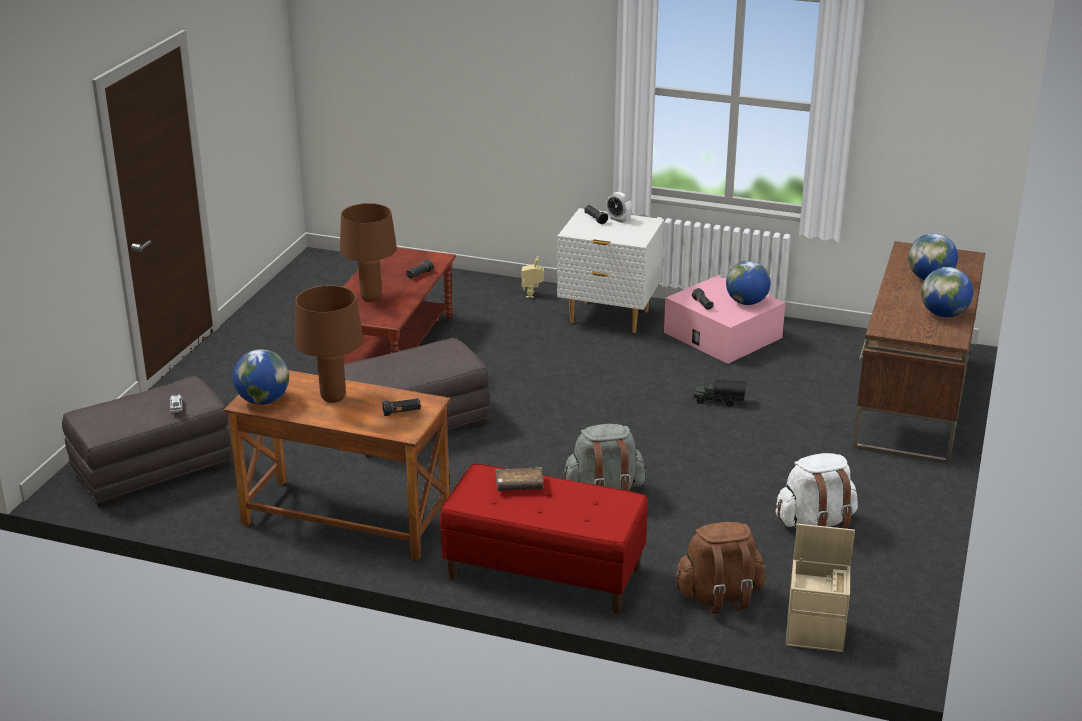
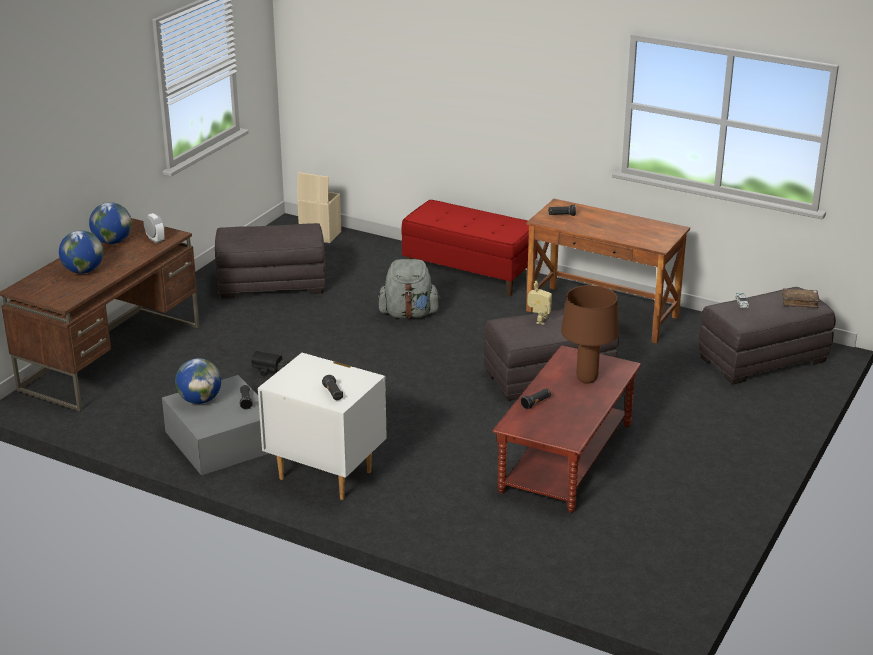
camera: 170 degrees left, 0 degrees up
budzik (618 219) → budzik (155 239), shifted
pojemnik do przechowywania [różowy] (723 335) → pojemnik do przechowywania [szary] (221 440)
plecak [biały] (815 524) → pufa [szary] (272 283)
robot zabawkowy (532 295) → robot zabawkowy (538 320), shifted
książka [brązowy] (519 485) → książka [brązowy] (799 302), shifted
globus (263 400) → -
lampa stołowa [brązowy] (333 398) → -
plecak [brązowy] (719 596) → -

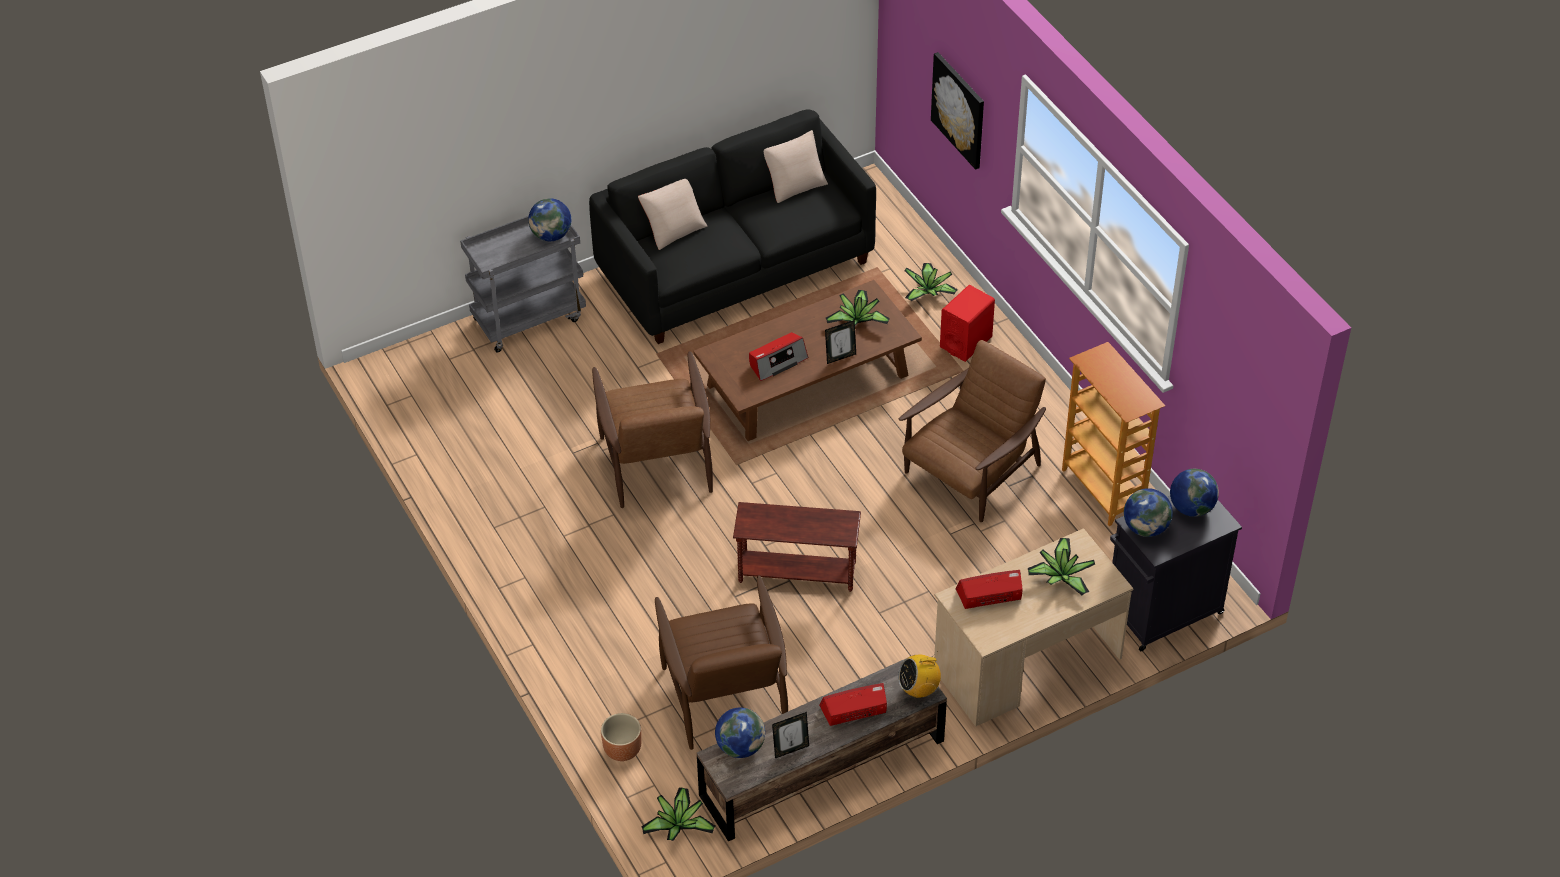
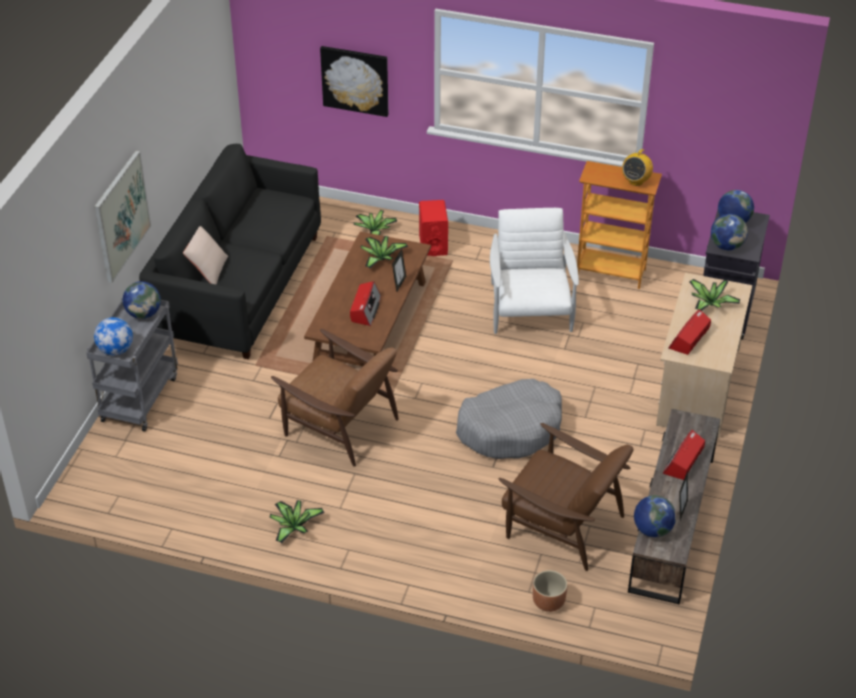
camera: 45 degrees left, 5 degrees down
- → obraz (121 216)
- → globus (115 350)
roślina doniczkowa (678 825) → roślina doniczkowa (293 526), shifted
stolik [brązowy] (797 573) → legowisko [szary] (510 429)
fotel [brązowy] (971 472) → fotel [biały] (530 309)
radio (919 689) → radio (636 181), shifted
poduszka [beżowy] (795 184) → -

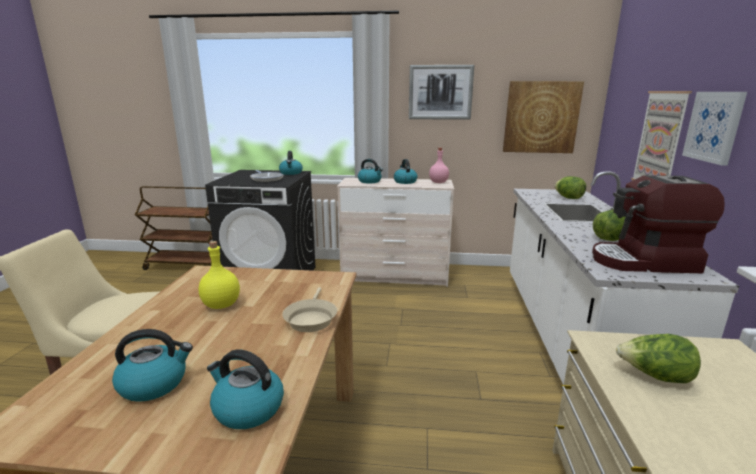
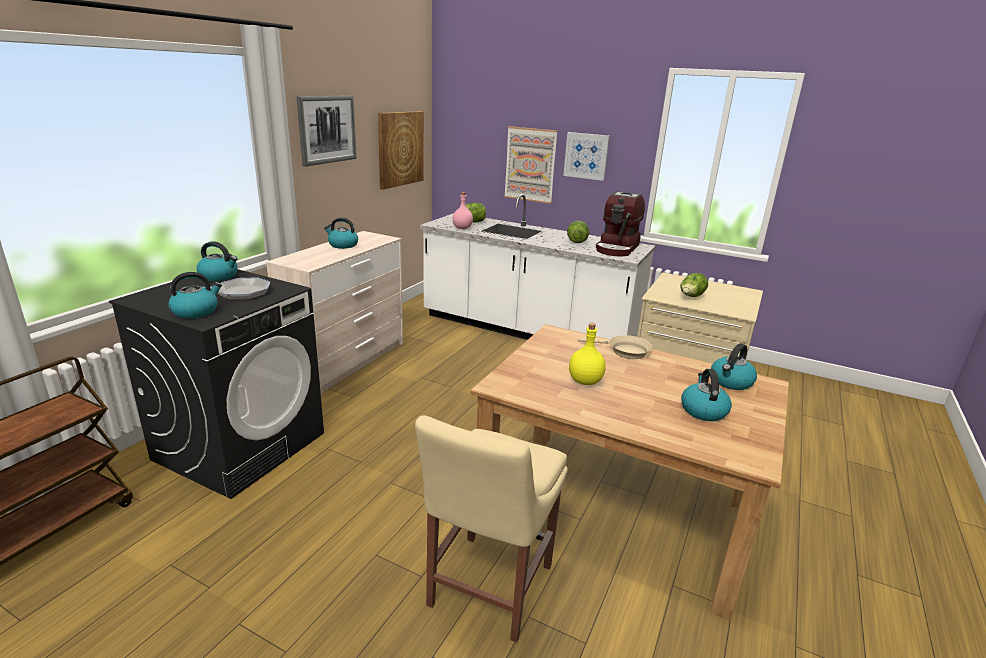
camera: 70 degrees left, 5 degrees up
czajnik (370 181) → czajnik (196 311), shifted
butelka [różowy] (438 182) → butelka [różowy] (462 228), shifted

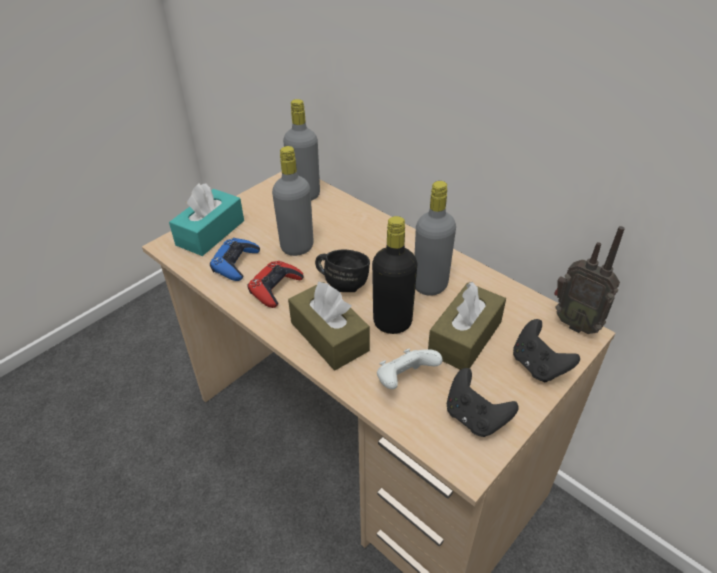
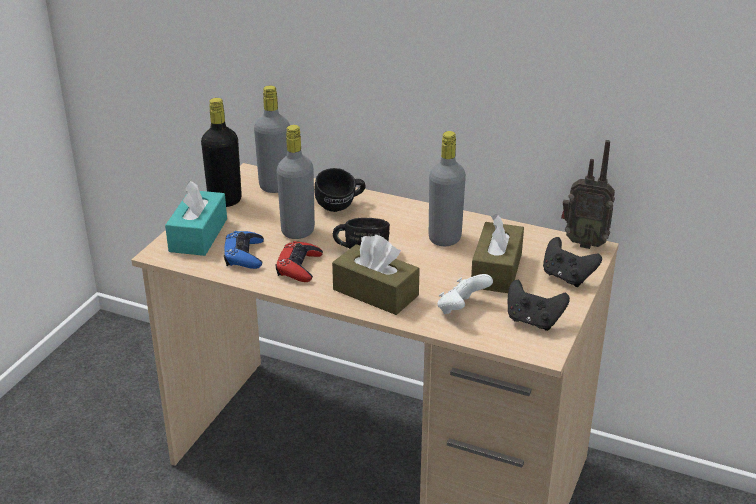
camera: 20 degrees left, 10 degrees down
butelka [czarny] (392 323) → butelka [czarny] (225 201), shifted
- → kubek [czarny] (341 207)

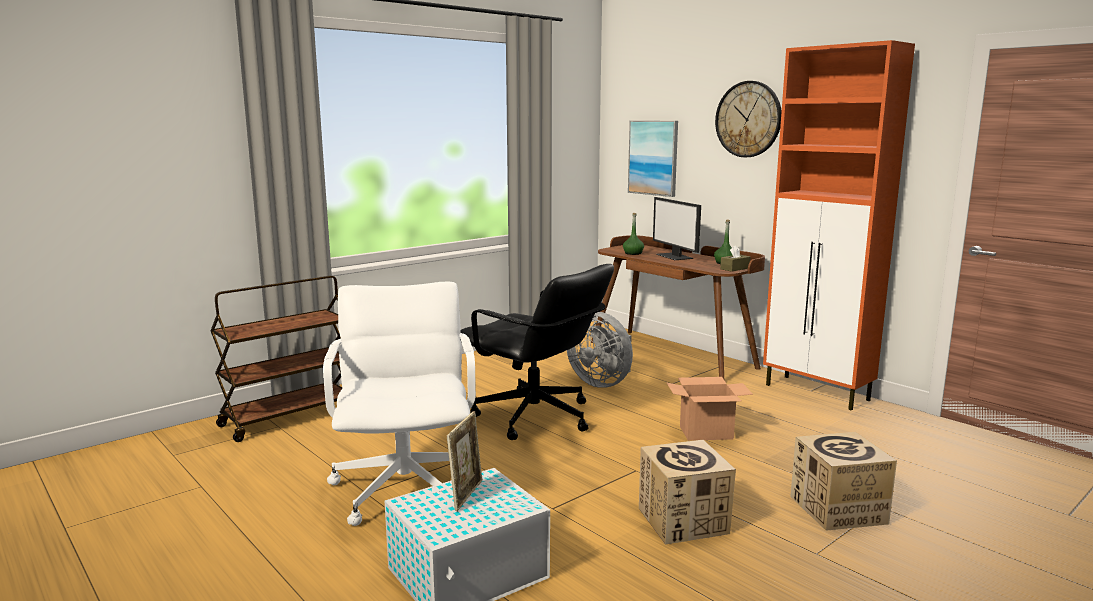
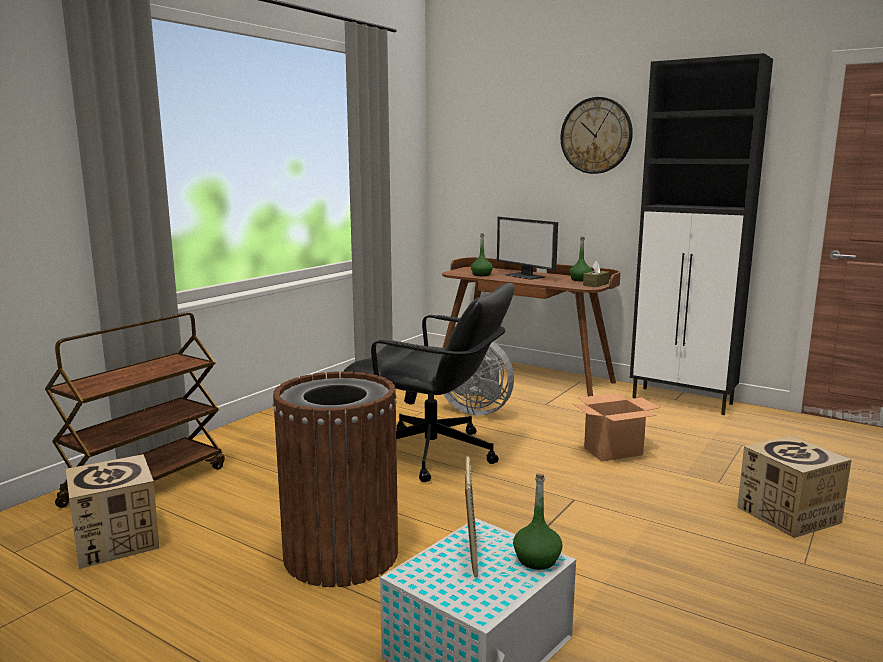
camera: 15 degrees left, 0 degrees up
karton (683 521) → karton (117 541), shifted
krzesło biurowe [biały] (406 488) → kosz na śmieci [brązowy] (341 553)
- → butelka [zielony] (537 559)
szafka [pomarańczowy] (817 393) → szafka [czarny] (683 401)
obraz (653 157) → -

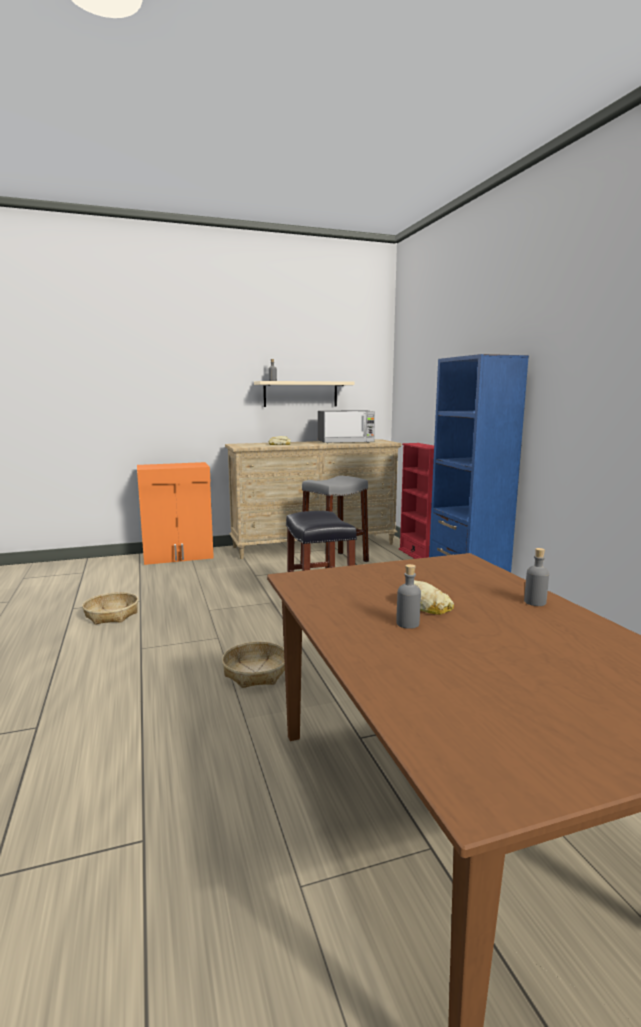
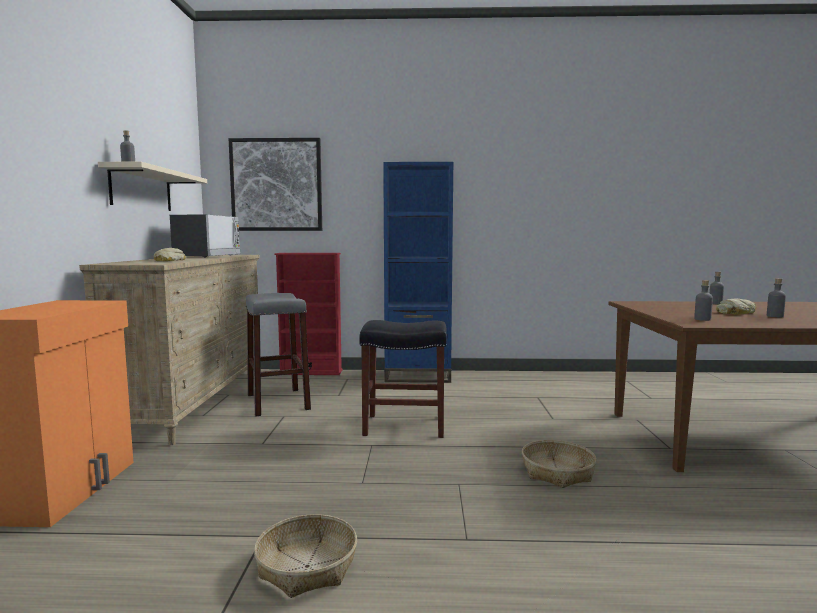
camera: 70 degrees left, 5 degrees down
- → obraz (276 185)
- → butelka [szary] (702 319)

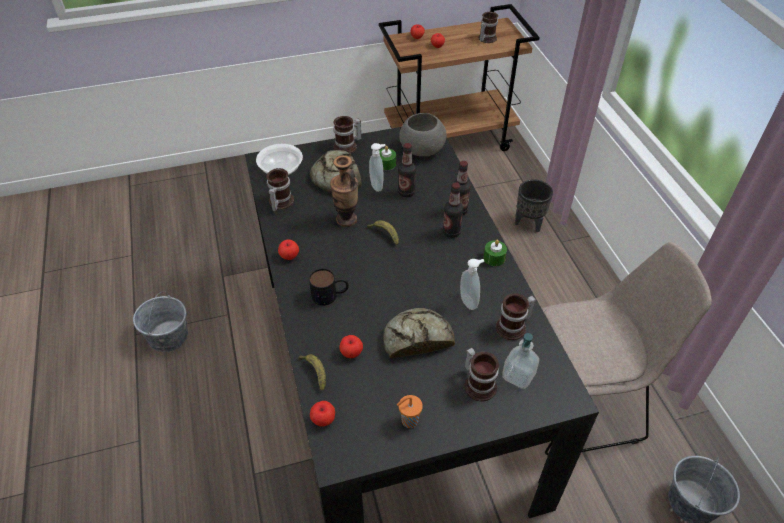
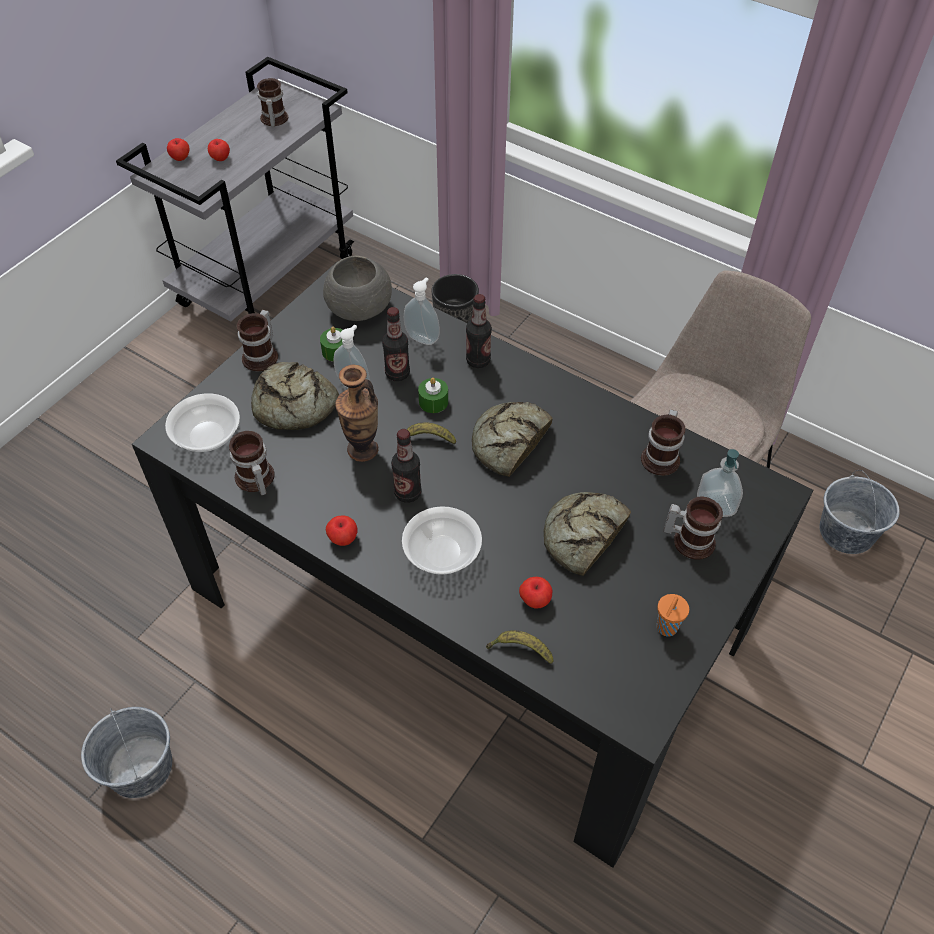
camera: 40 degrees left, 5 degrees up
wózek [brązowy] (450 140) → wózek [szary] (268 279)
butelka (451 232) → butelka (407 493), shifted
kubek (330 295) → miska (442 552)
dozownik mydła (469 301) → dozownik mydła (423 338), shifted
świeca [zielony] (494 258) → świeca [zielony] (433 402), shifted
- → chleb (509 442)
jabłko (323 419) → -

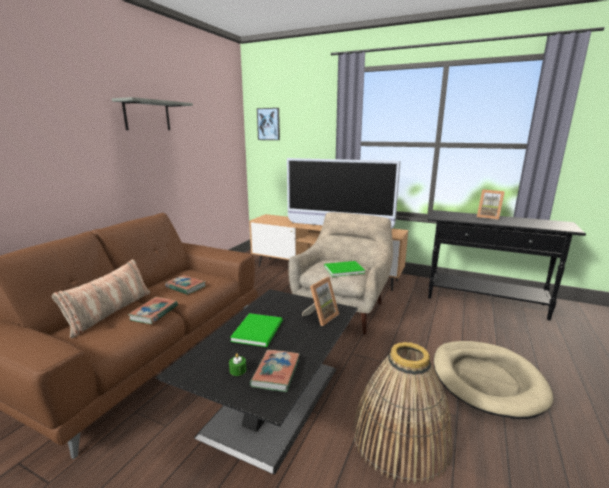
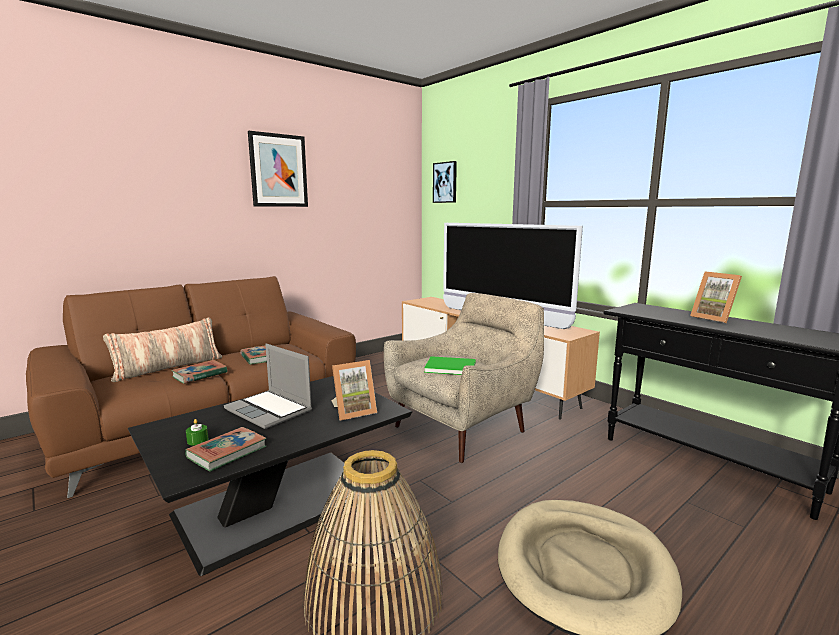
camera: 25 degrees right, 5 degrees down
książka [zielony] (259 330) → laptop (270 410)
półka [szary] (147 115) → obraz (278 170)

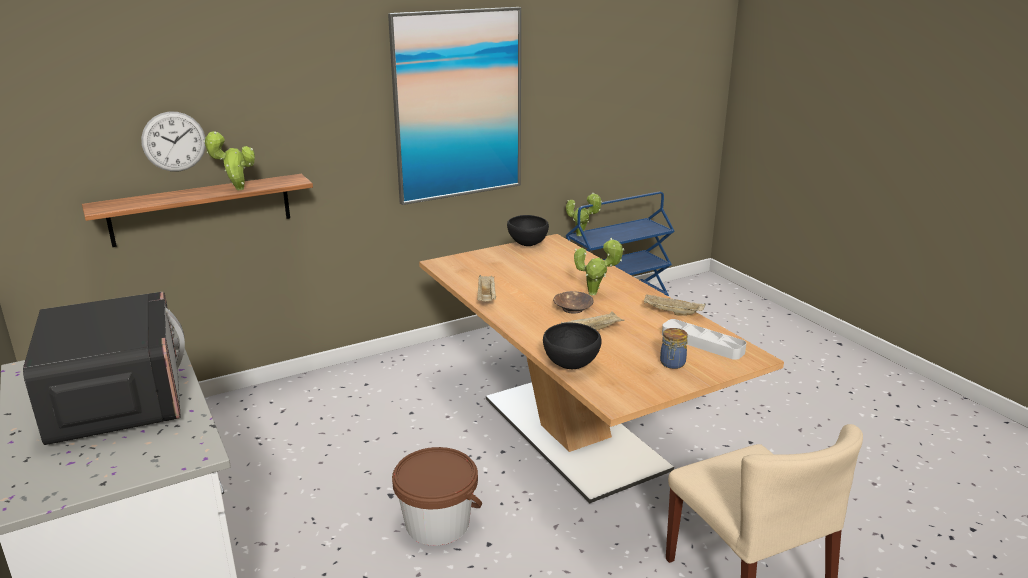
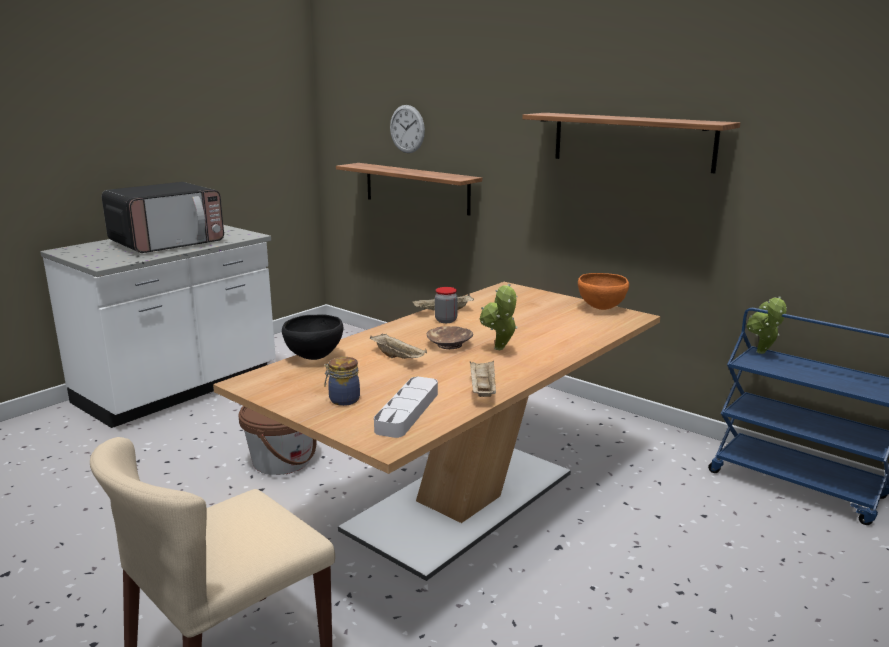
camera: 70 degrees right, 5 degrees down
- → słoik (446 320)
obraz (458 105) → półka (632 141)
miska [czarny] (527 245) → miska [pomarańczowy] (601 309)
roślina doniczkowa (236 189) → -

